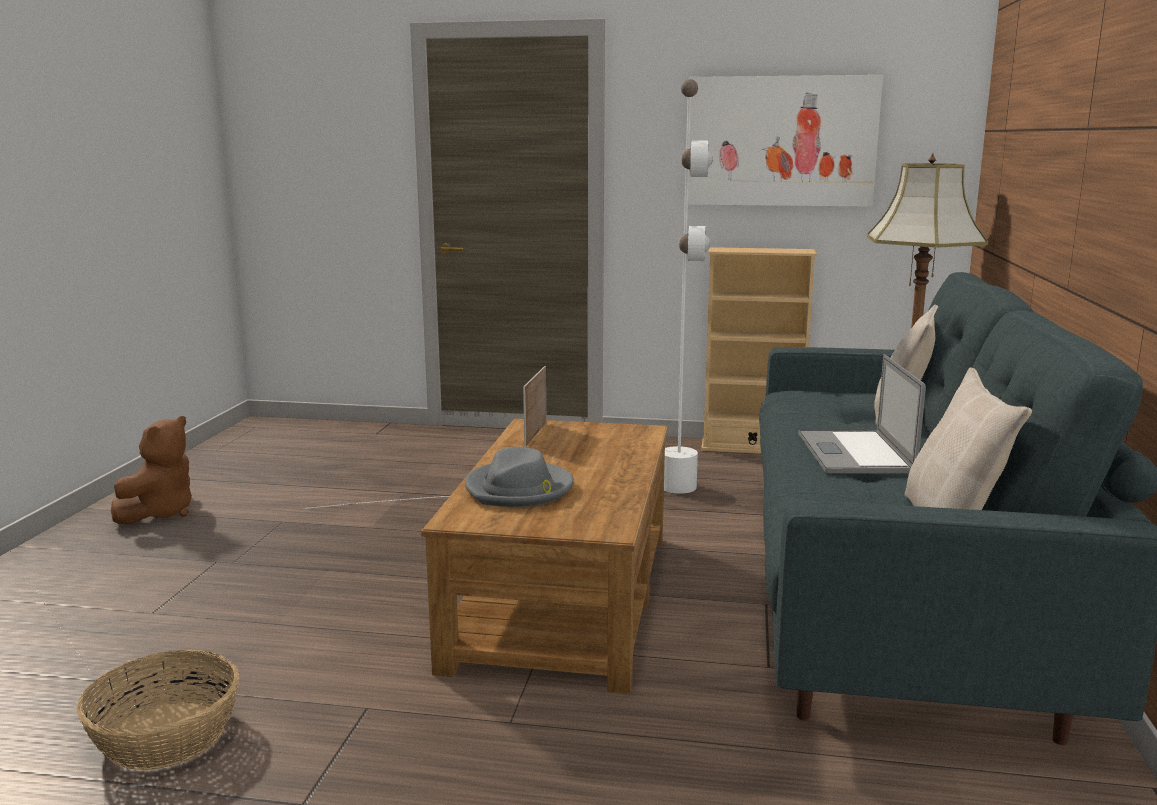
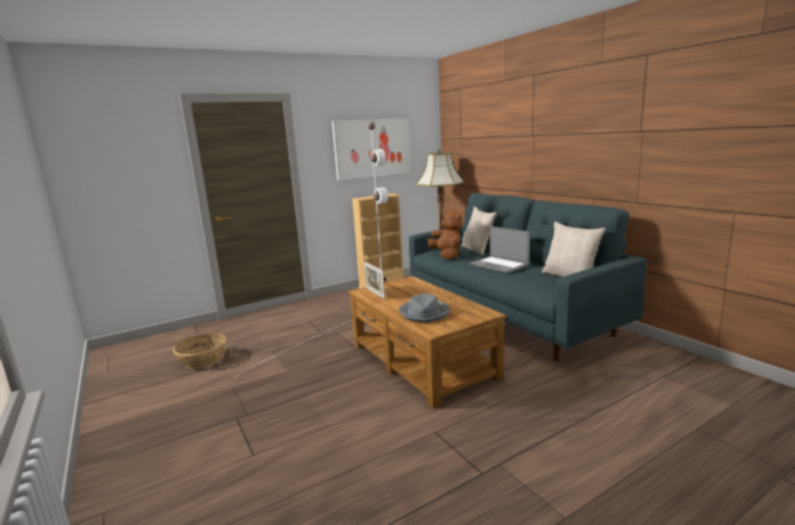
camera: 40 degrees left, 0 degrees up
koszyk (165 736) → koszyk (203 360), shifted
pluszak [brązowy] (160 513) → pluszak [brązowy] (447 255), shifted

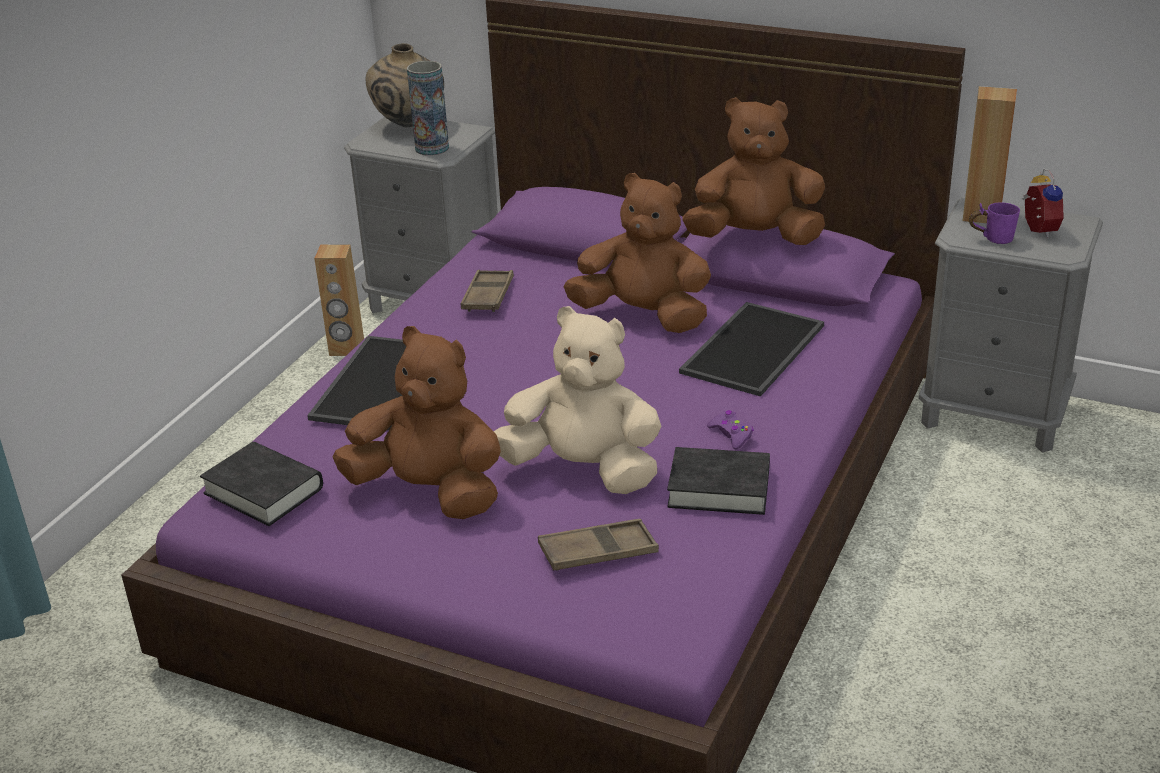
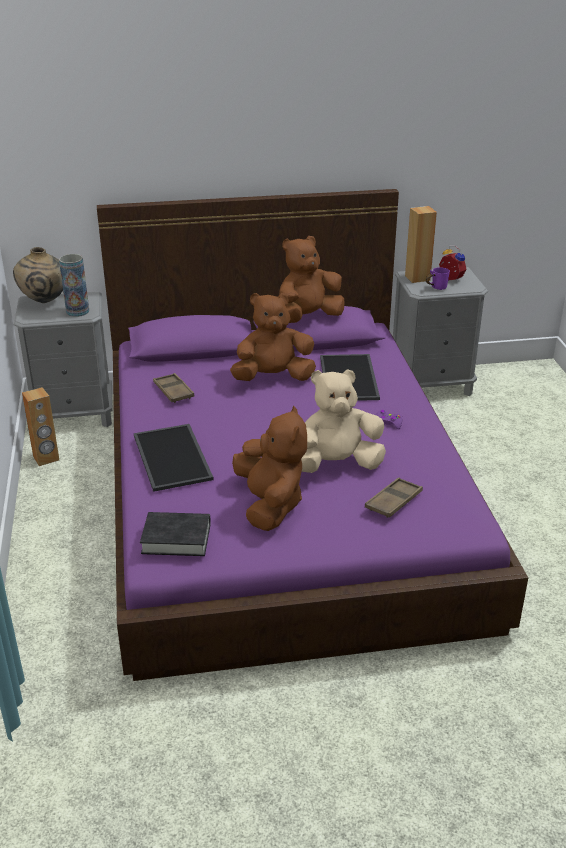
camera: 35 degrees left, 0 degrees up
pluszak [brązowy] (429 492) → pluszak [brązowy] (270 505), 90 degrees clockwise
książka [czarny] (719 488) → -

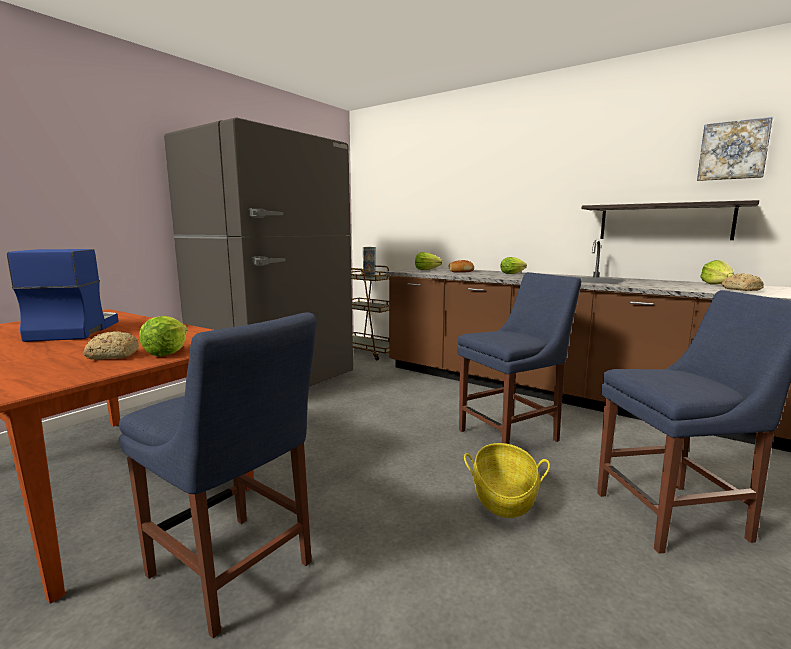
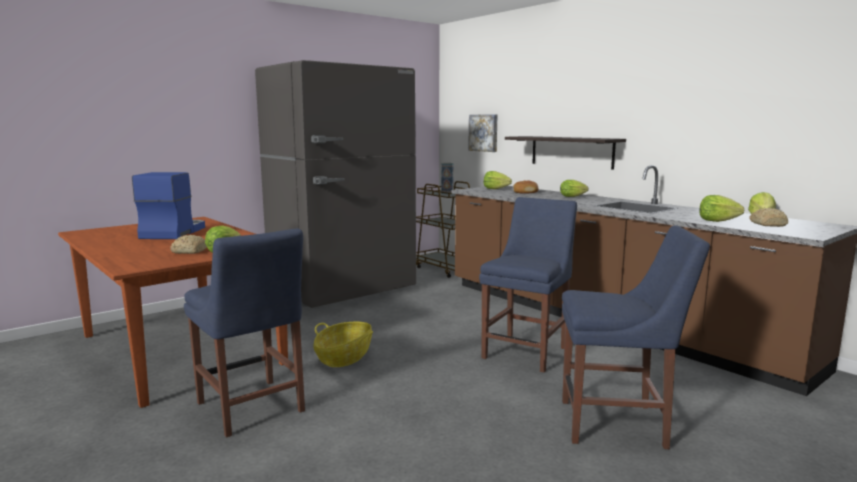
camera: 15 degrees right, 0 degrees up
koszyk (504 498) → koszyk (344 357), shifted
obraz (733 151) → obraz (484 133), shifted
krzesło [niebieski] (512 434) → krzesło [niebieski] (527 351), 45 degrees counterclockwise
półka (664 222) → półka (571 151), shifted
- → sałata (717 221)

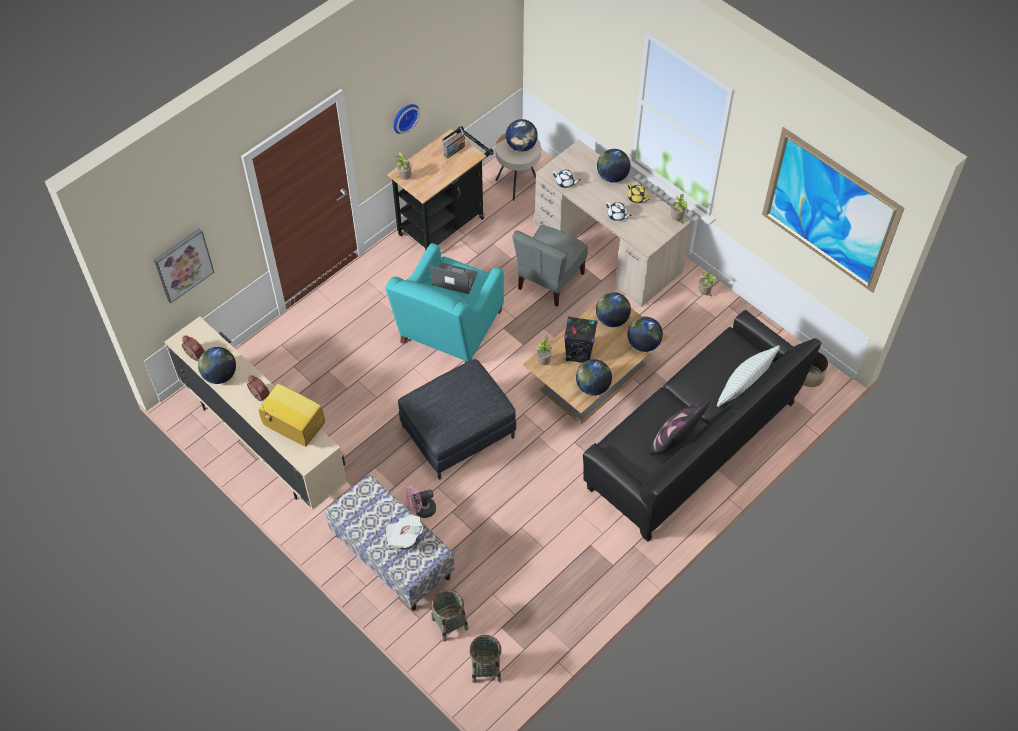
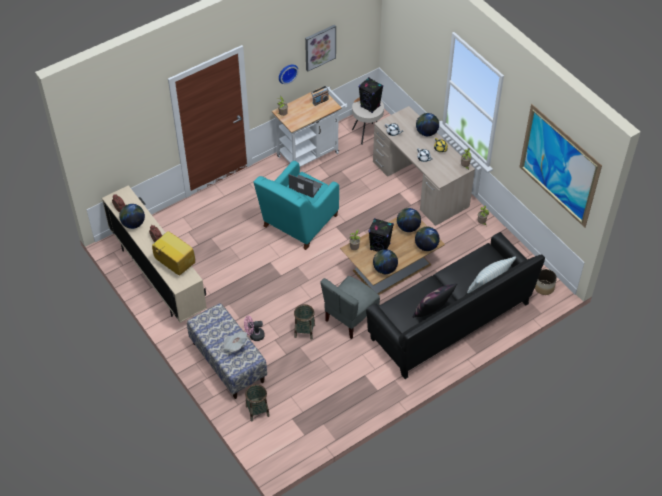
camera: 10 degrees right, 5 degrees down
wózek [czarny] (445 223) → wózek [biały] (311 153)
koszyk (485 668) → koszyk (304 331), shifted
obraz (183 264) → obraz (320 47), shifted
krzesło [szary] (549 281) → krzesło [szary] (350 318), shifted
globus (521 146) → głośnik [czarny] (370 106)
pufa [szary] (458 431) → -

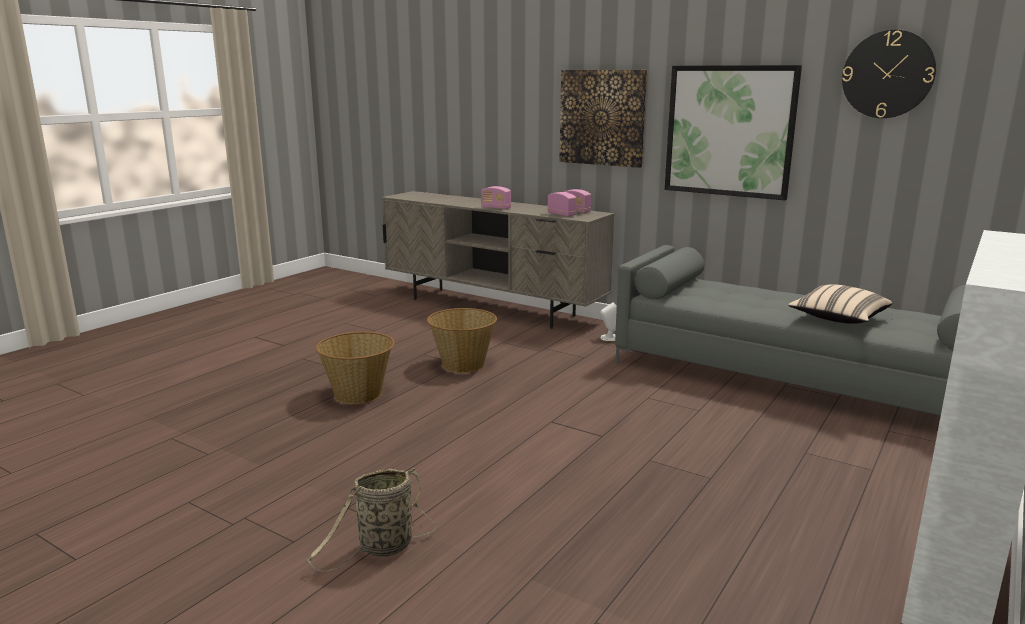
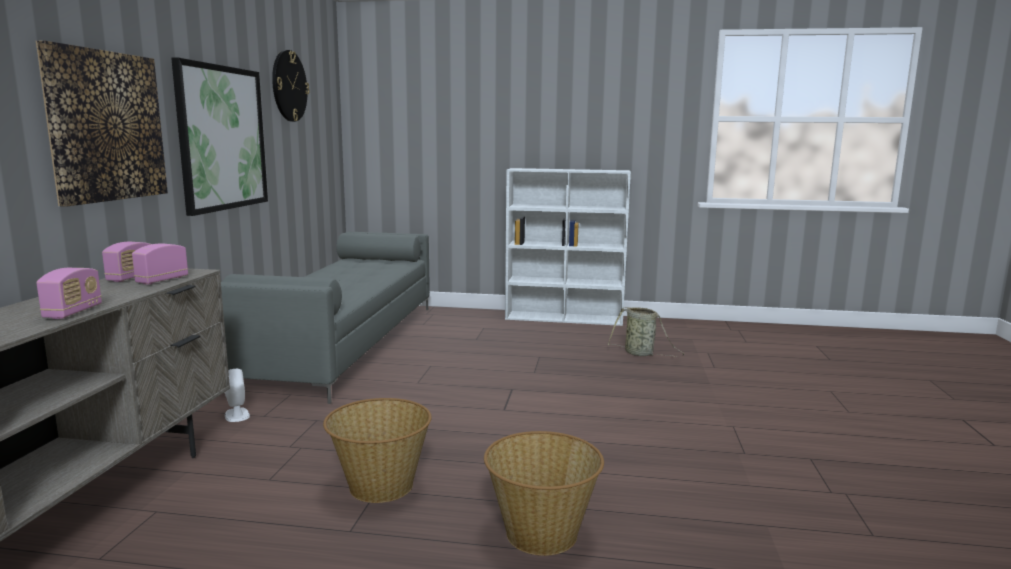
camera: 115 degrees left, 5 degrees down
koszyk (382 548) → koszyk (641 354), shifted
poduszka [beżowy] (838 319) → -

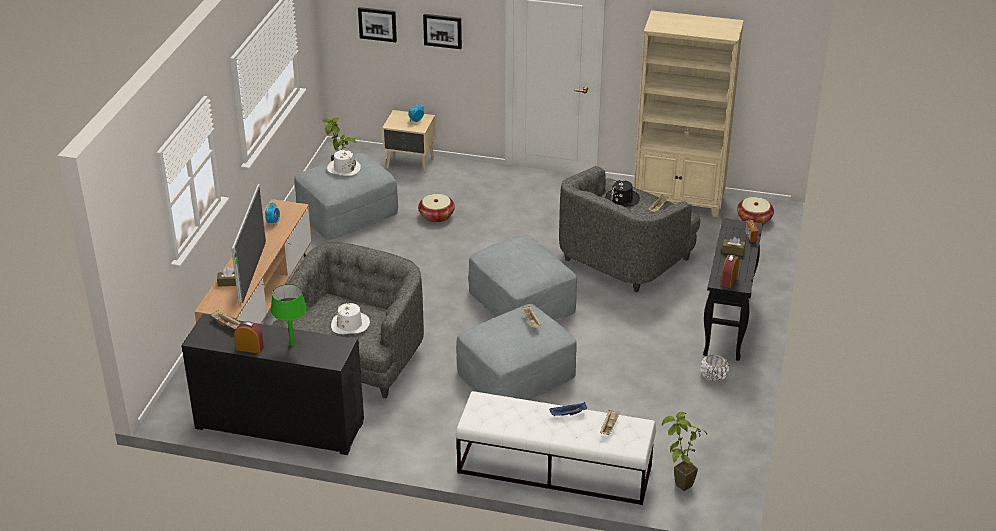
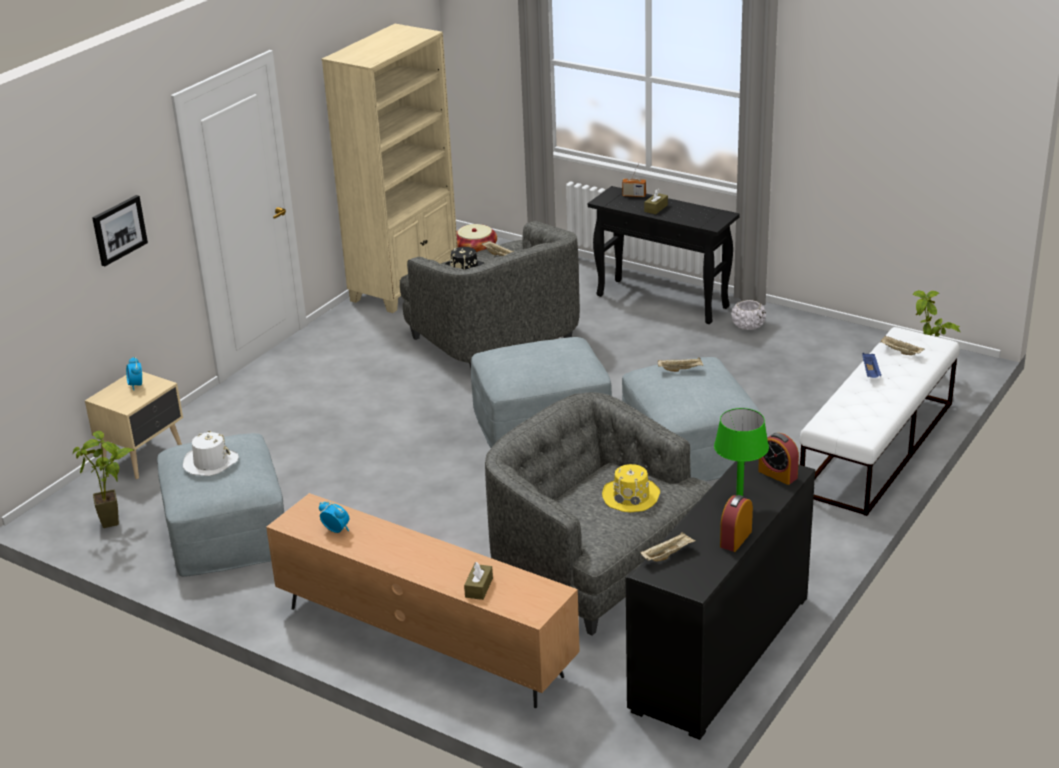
camera: 70 degrees left, 5 degrees down
kapelusz [biały] (350 324) → kapelusz [żółty] (631 496)
budzik (729 280) → budzik (777 474), shifted
telewizor (253 272) → -
obraz (377 24) → -
koszyk (436 216) → -

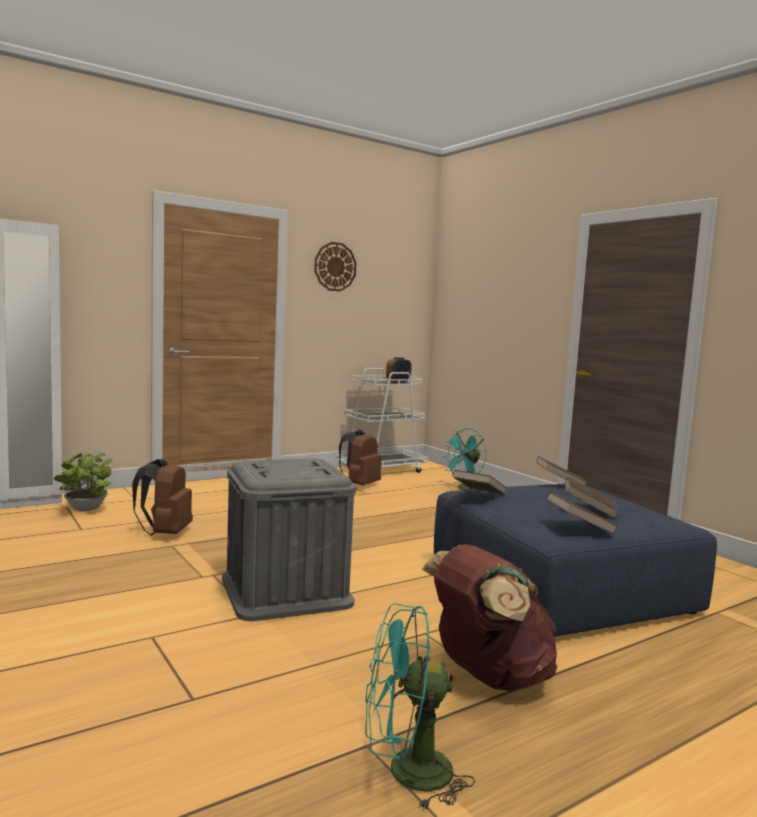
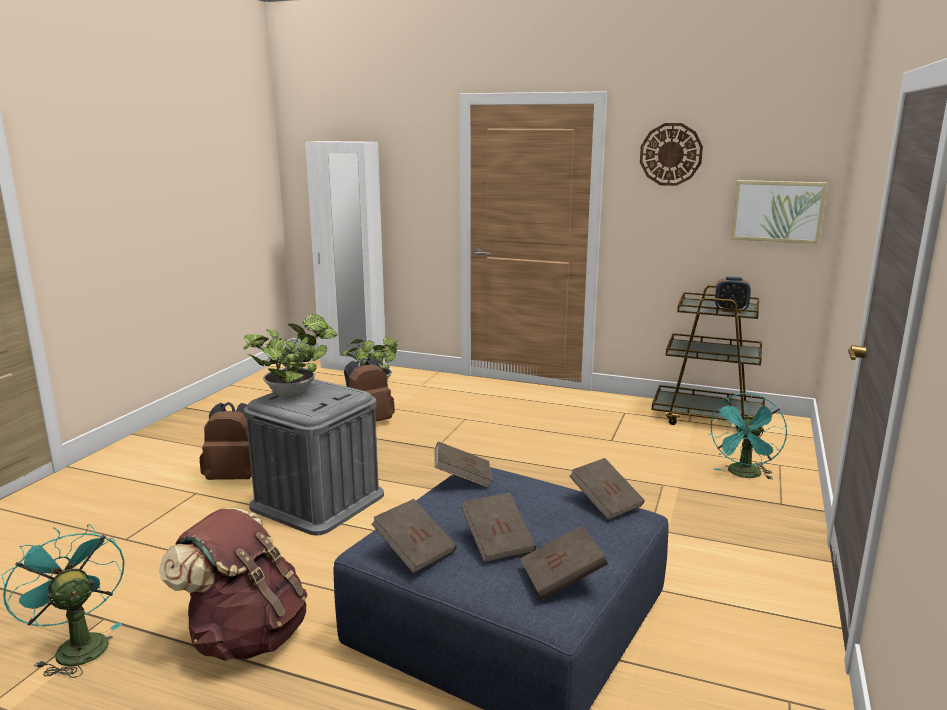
camera: 55 degrees right, 10 degrees up
plecak [brązowy] (359 485) → plecak [brązowy] (235 477), shifted
- → roślina doniczkowa (294 393)
- → książka [brązowy] (562 579)
wózek [biały] (381 470) → wózek [brązowy] (707 418)
wentylator [turkusowy] (465 489) → wentylator [turkusowy] (744 475), 75 degrees counterclockwise
- → obraz (777 211)

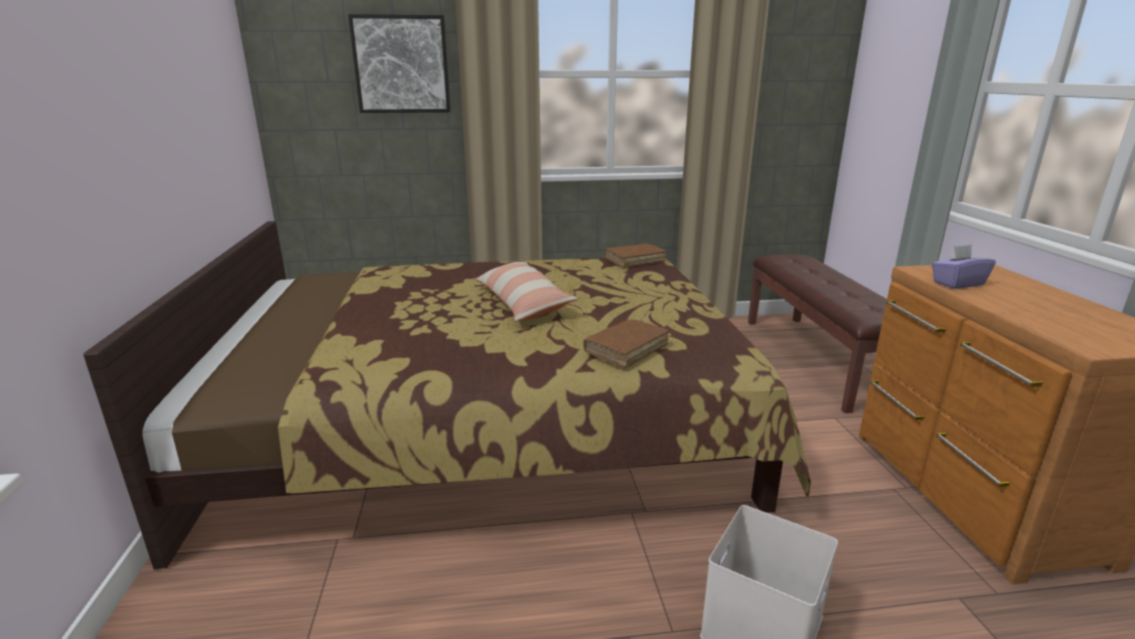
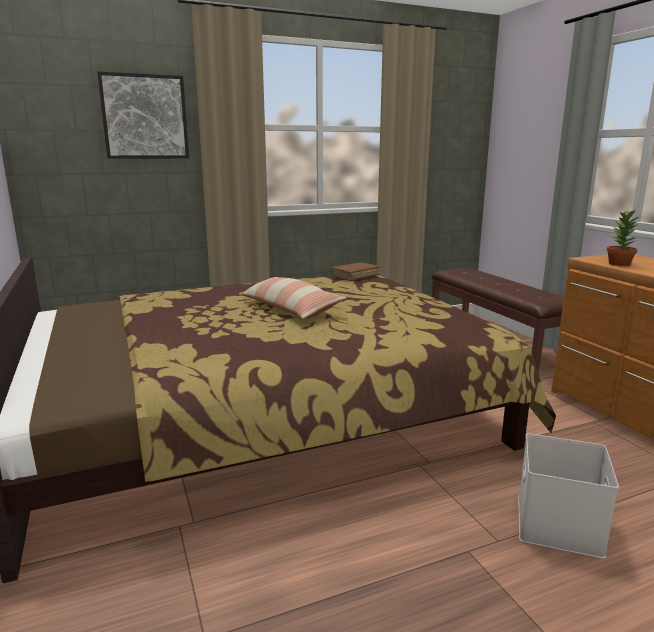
camera: 15 degrees left, 5 degrees down
pudełko chusteczek [fioletowy] (957 283) → roślina doniczkowa (619 264)
książka [brązowy] (626 350) → -

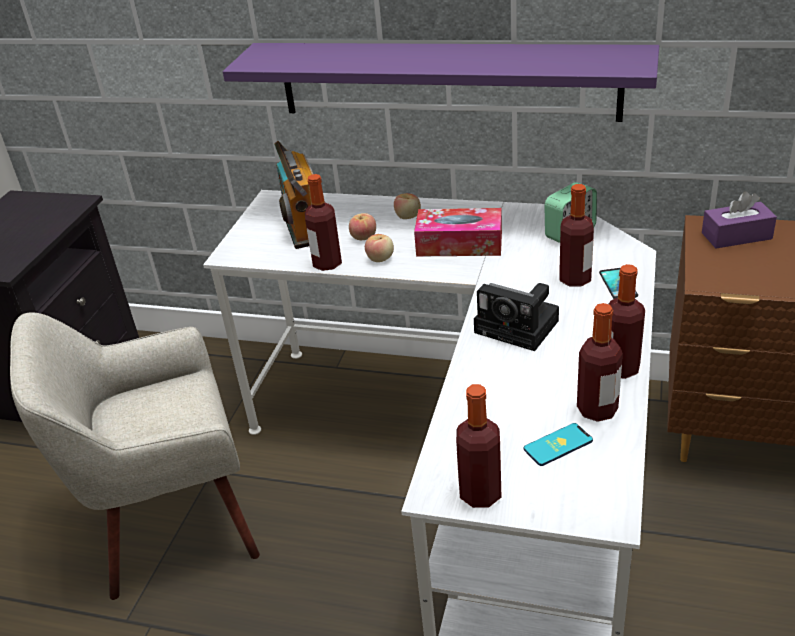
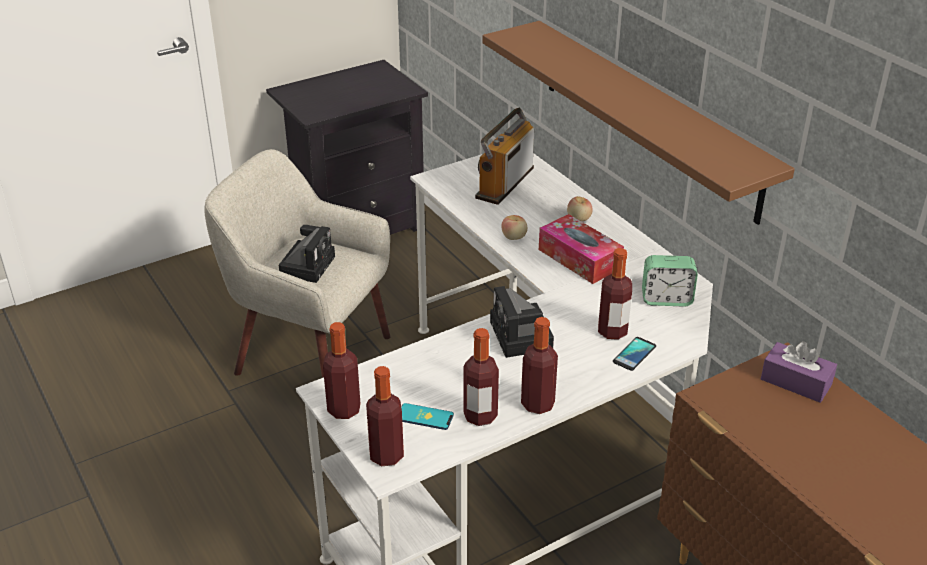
camera: 40 degrees right, 0 degrees up
- → aparat fotograficzny (308 264)
butelka (327 263) → butelka (386 455), shifted
półka [fioletowy] (446 80) → półka [brązowy] (648 118)
jabłko (363 237) → -

